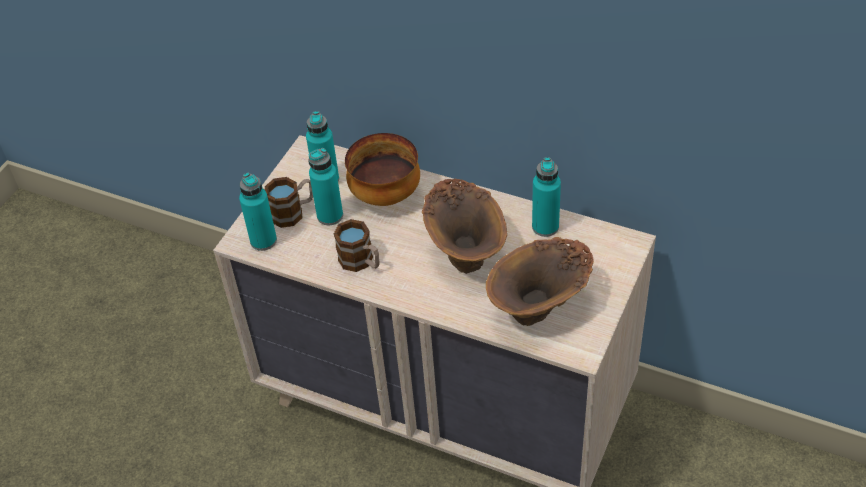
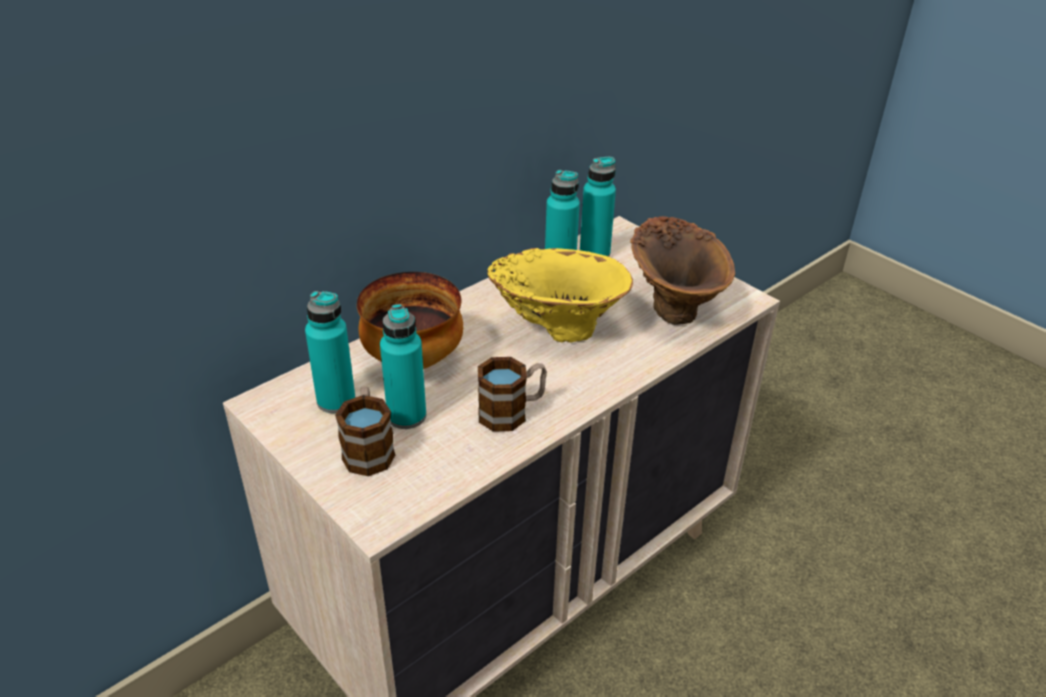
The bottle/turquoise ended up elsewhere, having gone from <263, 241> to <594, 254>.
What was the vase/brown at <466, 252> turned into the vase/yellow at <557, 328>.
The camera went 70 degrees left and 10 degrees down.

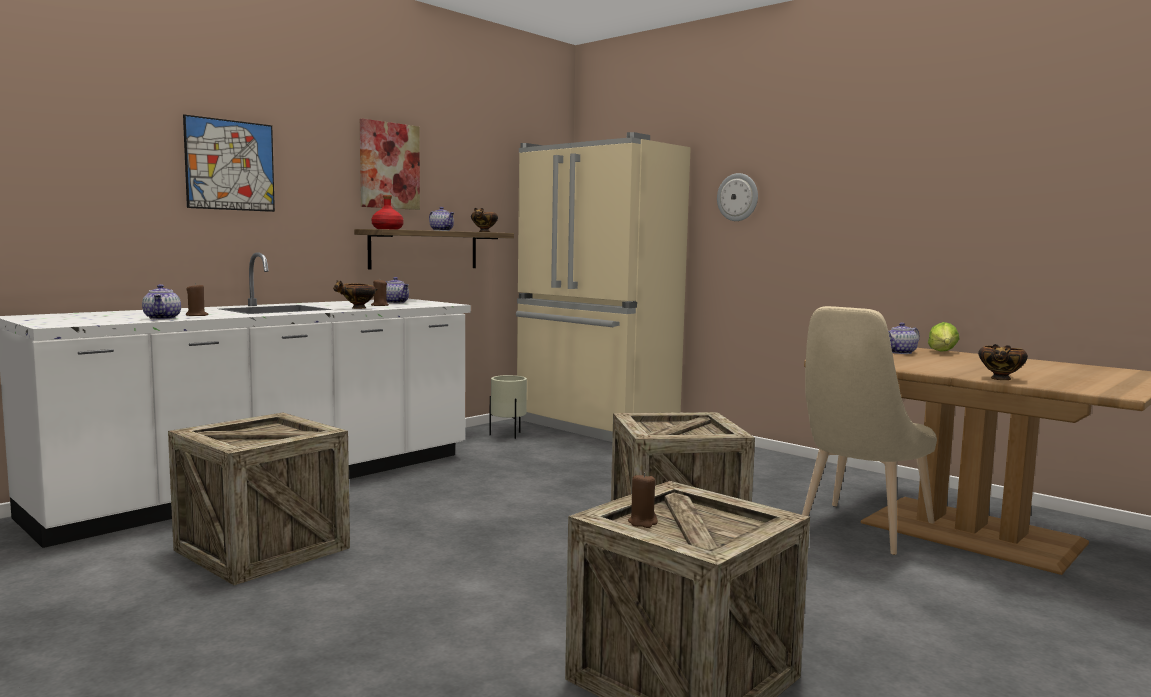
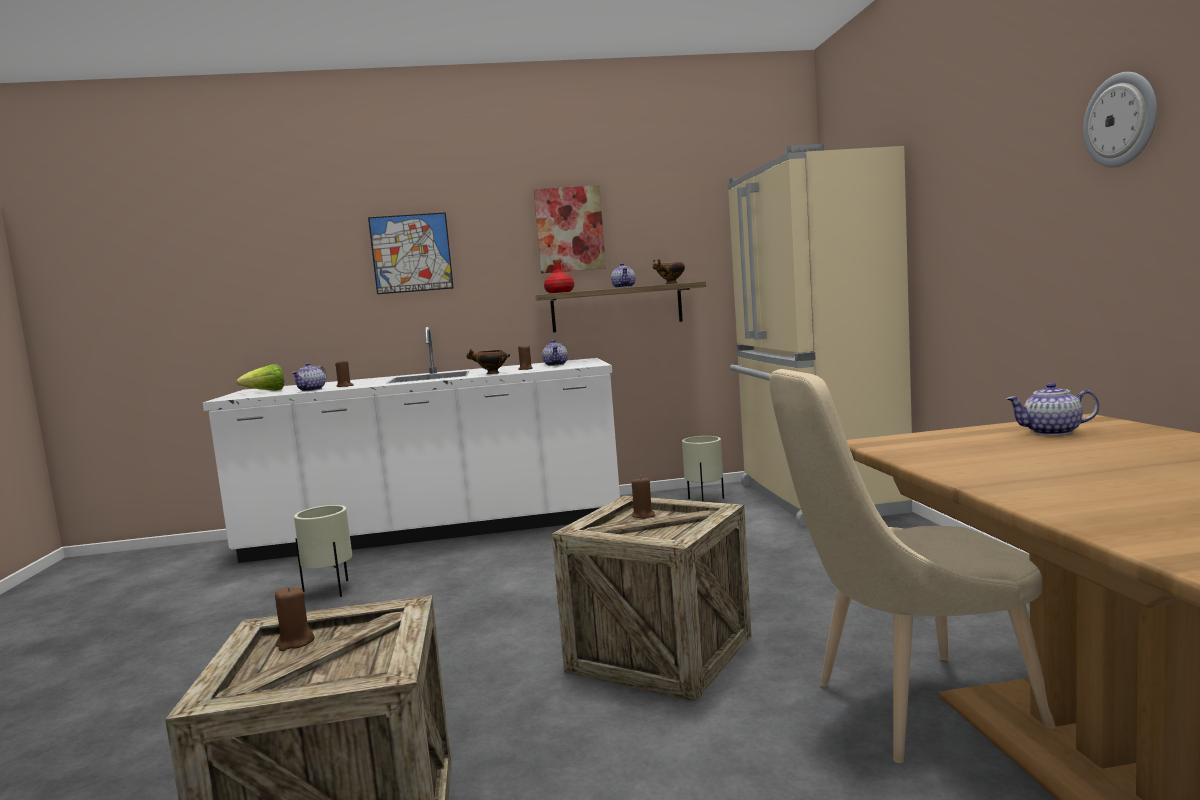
The wall clock ended up elsewhere, having gone from <738, 197> to <1121, 120>.
The lettuce ended up elsewhere, having gone from <942, 352> to <266, 391>.
The second view lost the bowl at <1001, 379>.
Where the crate stood at <262, 549>, the planter/beige came to stand at <330, 590>.
The second view gained the candle/brown at <643, 515>.
The camera went 40 degrees right and 0 degrees up.

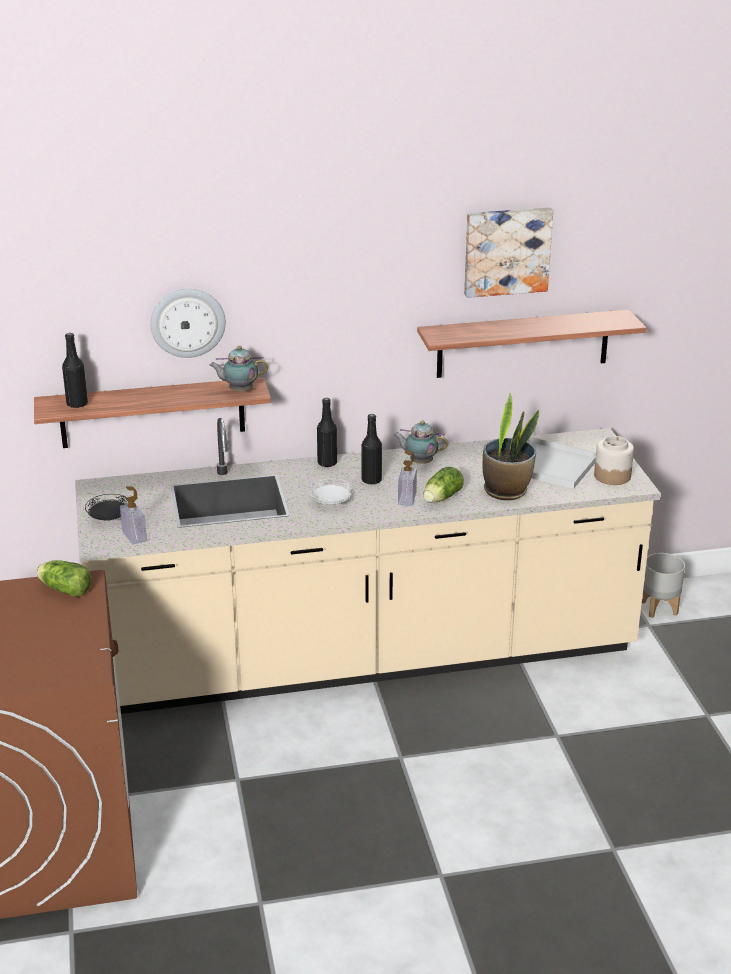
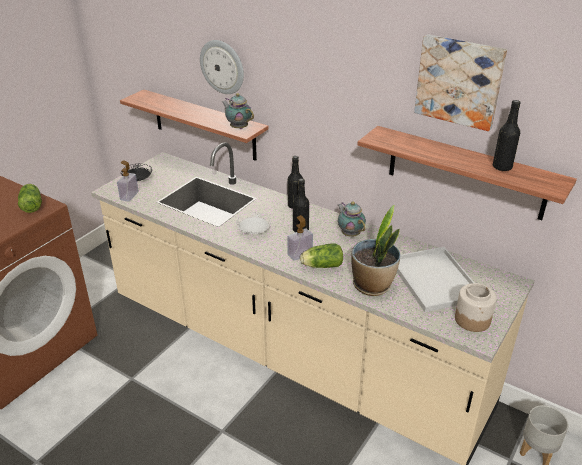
The bottle/black ended up elsewhere, having gone from <77, 404> to <502, 167>.
The camera went 45 degrees right and 5 degrees up.

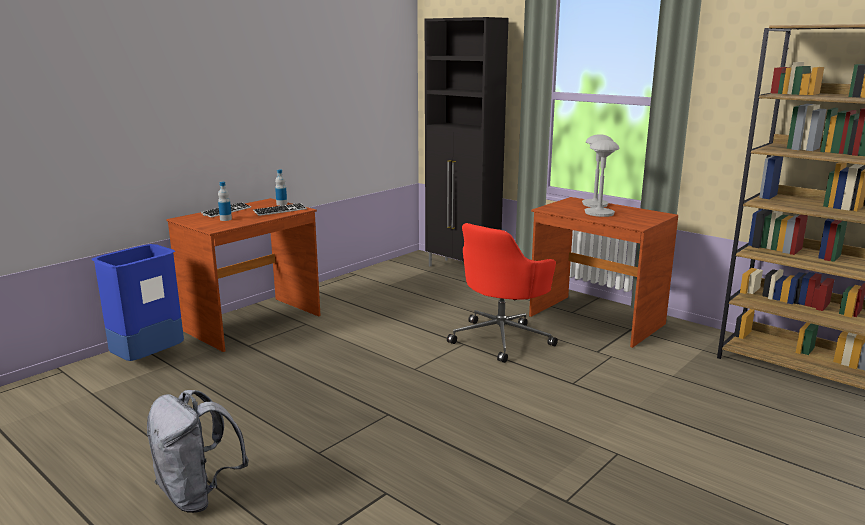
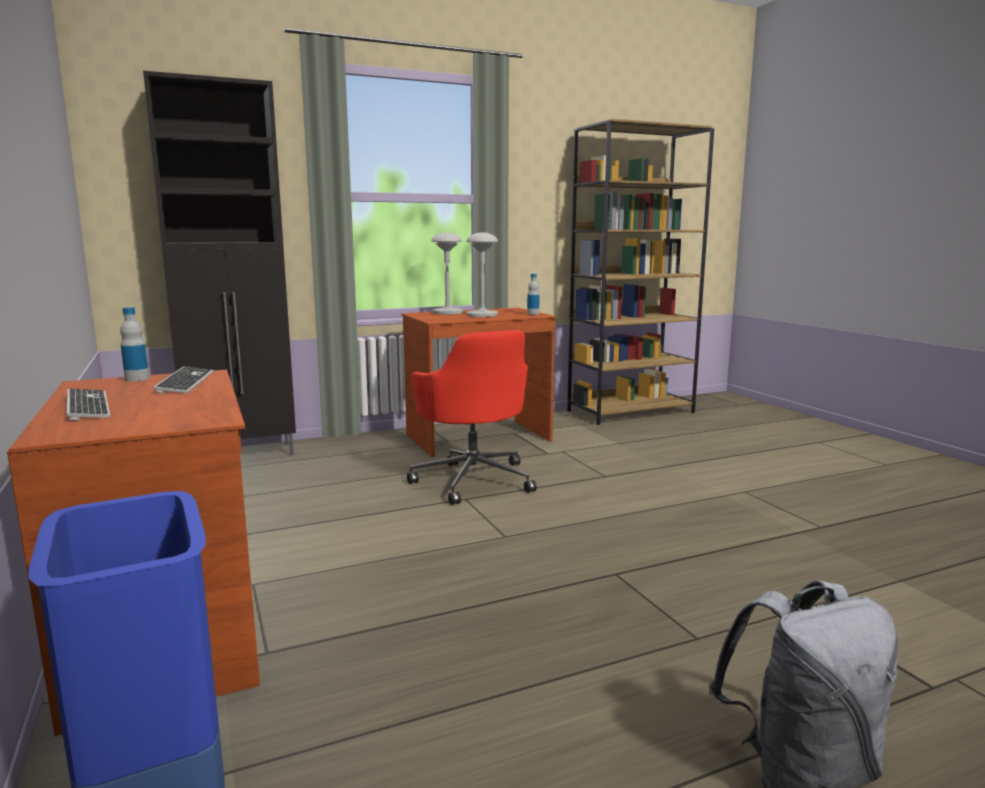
The bottle ended up elsewhere, having gone from <225, 219> to <533, 314>.
The camera went 65 degrees left and 5 degrees down.

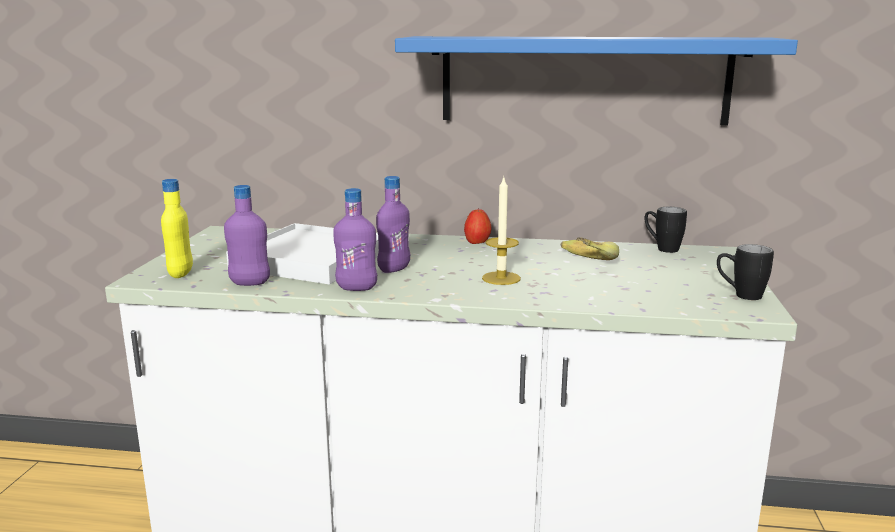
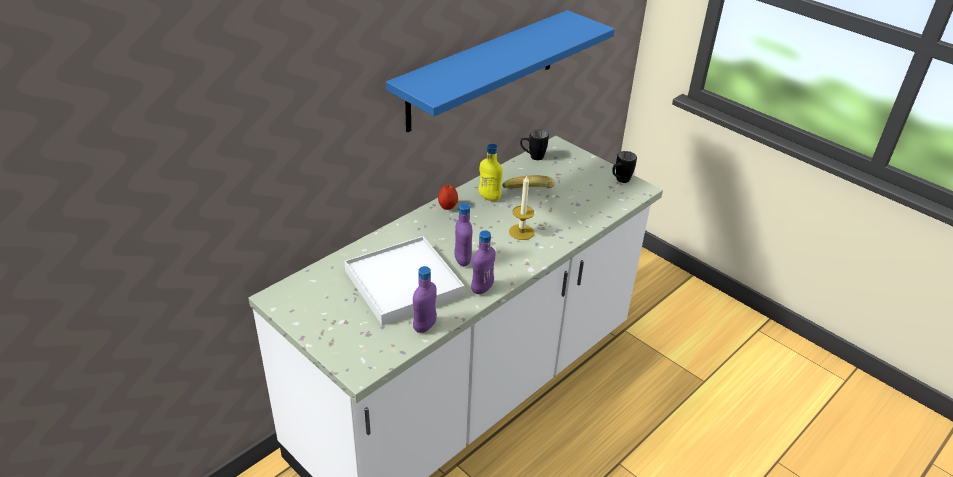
The bottle/yellow ended up elsewhere, having gone from <180, 273> to <489, 197>.
The camera went 55 degrees left and 20 degrees up.

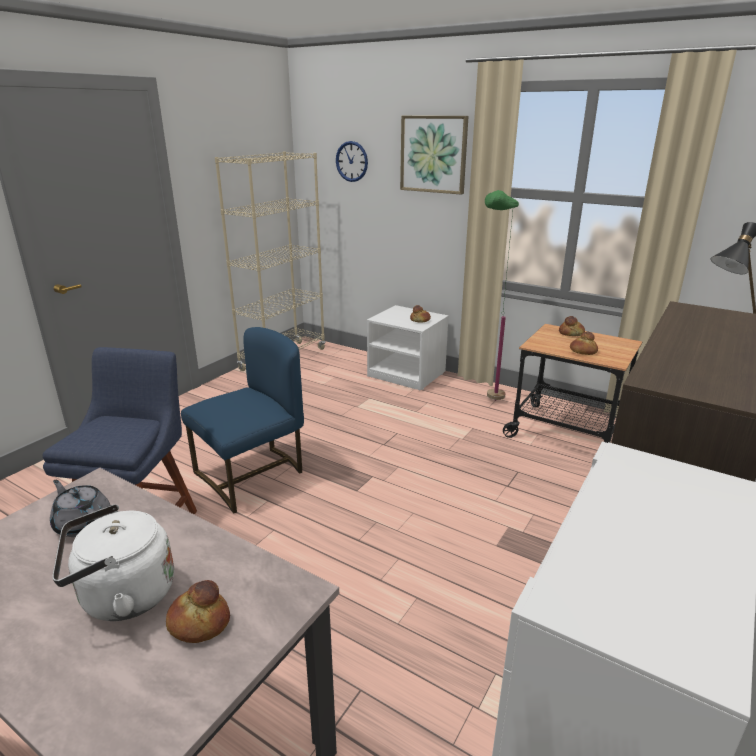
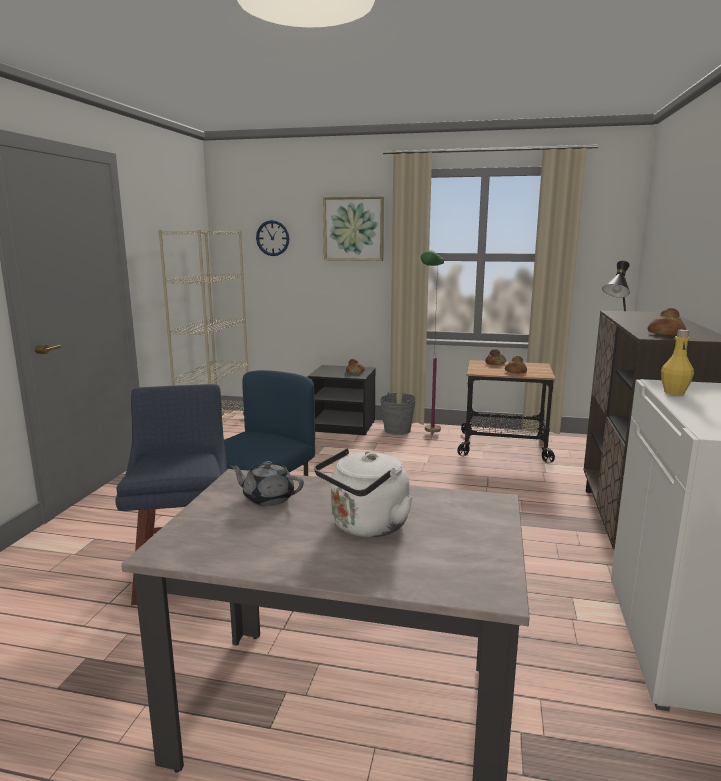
What was the nightstand/white at <407, 374> turned into the nightstand/black at <343, 426>.
The bread ended up elsewhere, having gone from <199, 622> to <665, 334>.
The second view gained the bottle/yellow at <674, 392>.
The second view gained the bucket/grey at <397, 430>.
The camera went 20 degrees left and 10 degrees down.

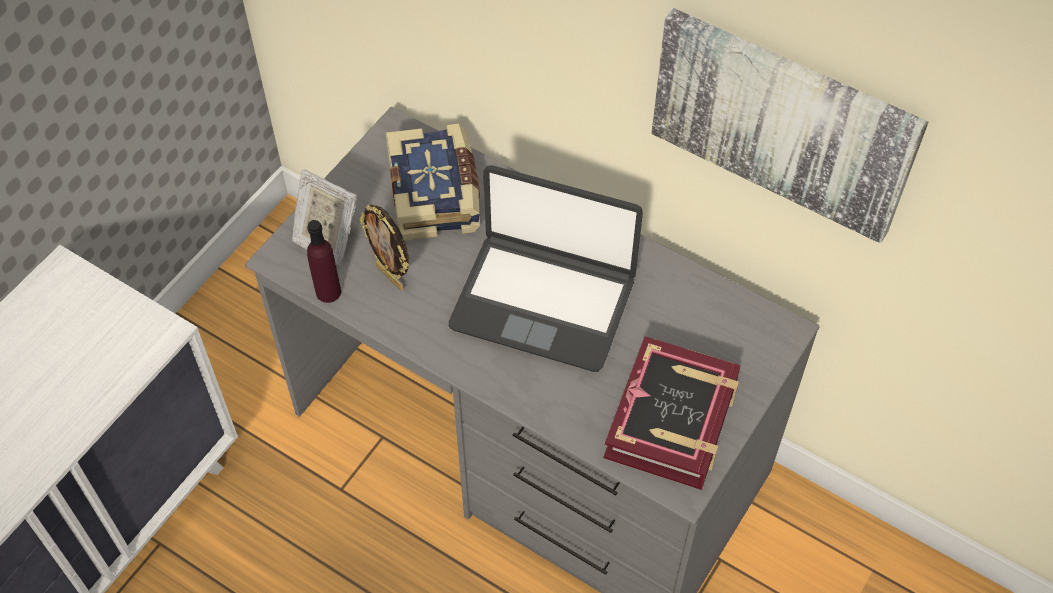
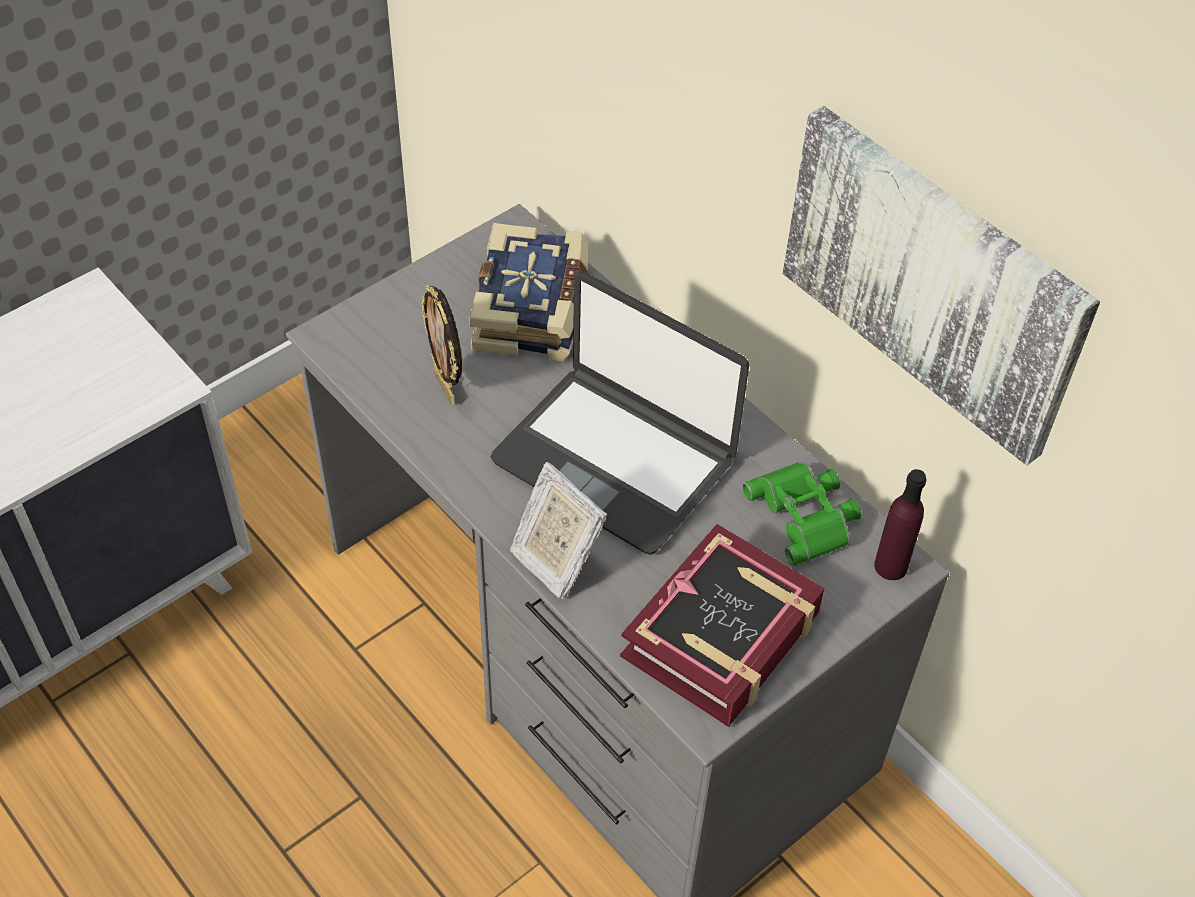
The picture frame ended up elsewhere, having gone from <326, 239> to <554, 560>.
The bottle/purple ended up elsewhere, having gone from <328, 292> to <890, 566>.
The second view gained the binoculars/green at <806, 515>.
The camera went 15 degrees right and 5 degrees down.

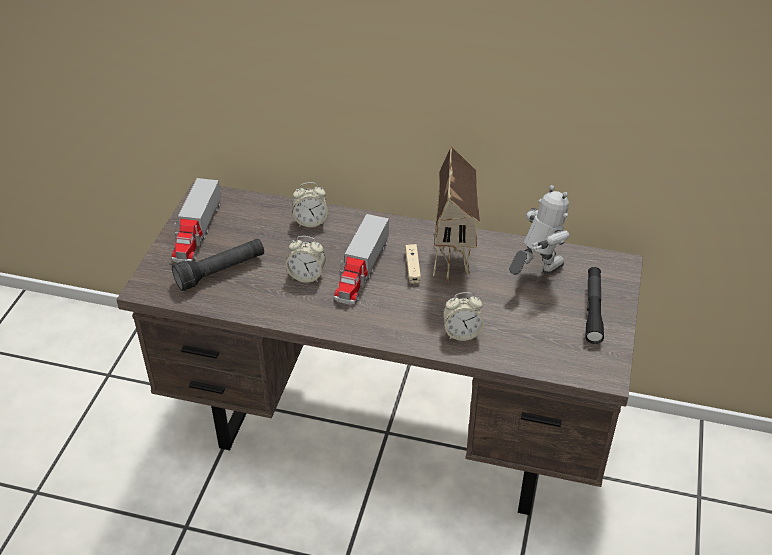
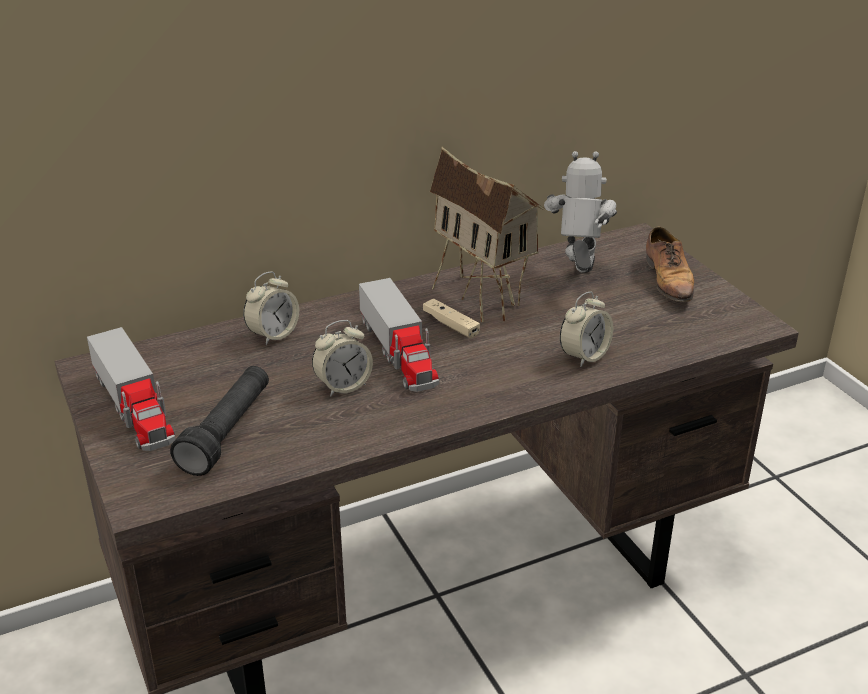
Where the flashlight/black stood at <593, 309>, the shoe came to stand at <668, 280>.
The camera went 40 degrees left and 10 degrees down.

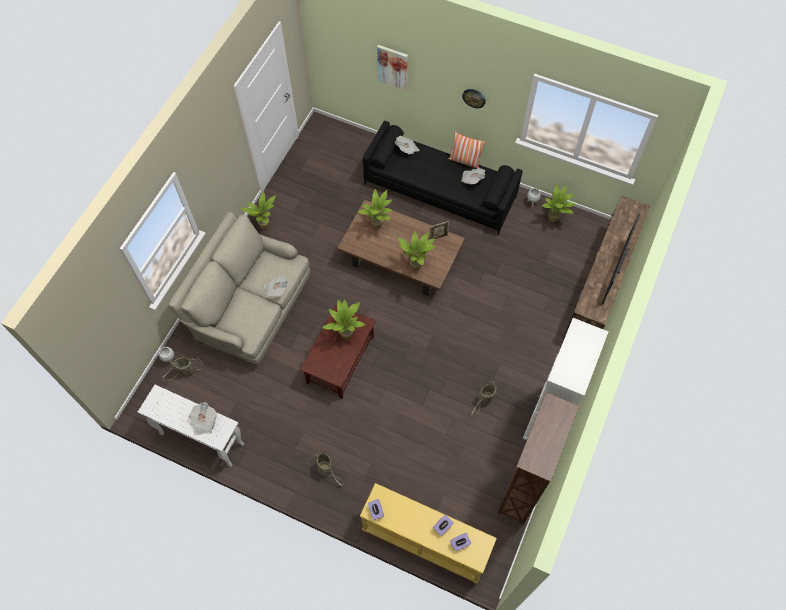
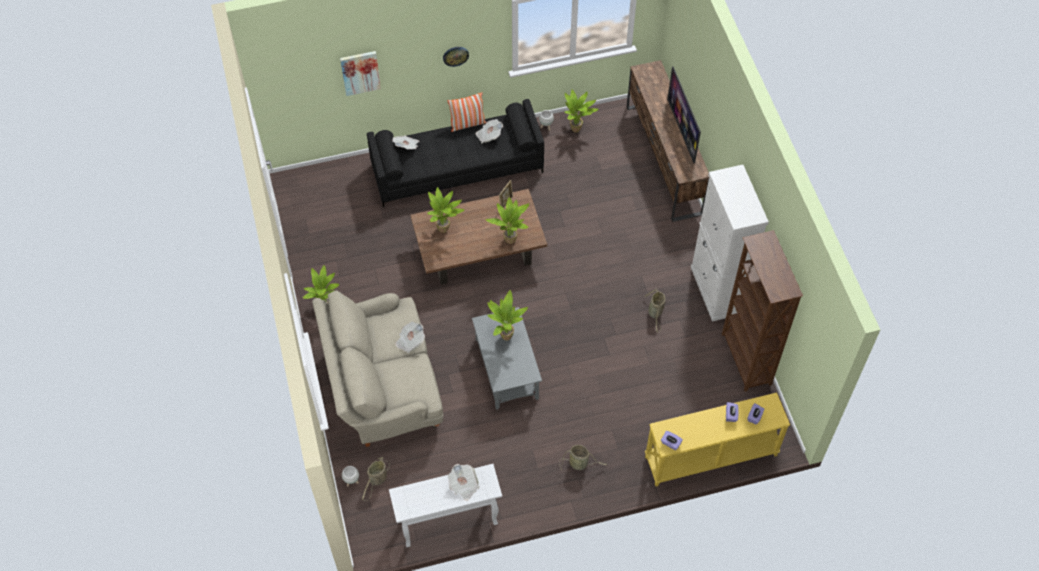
What was the coffee table/brown at <340, 359> turned into the coffee table/grey at <506, 368>.
The camera went 40 degrees left and 5 degrees down.

